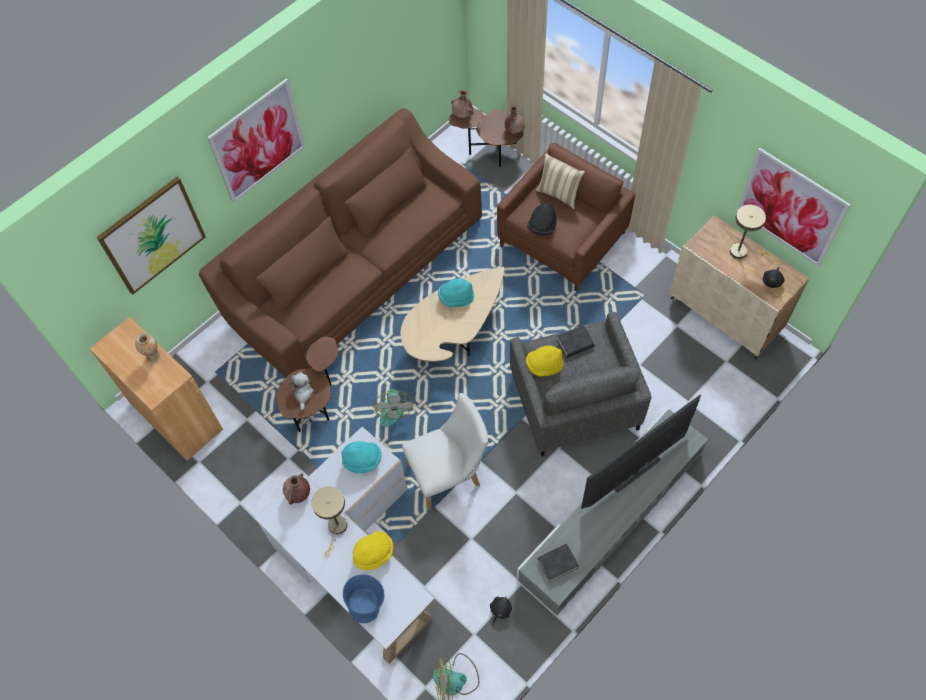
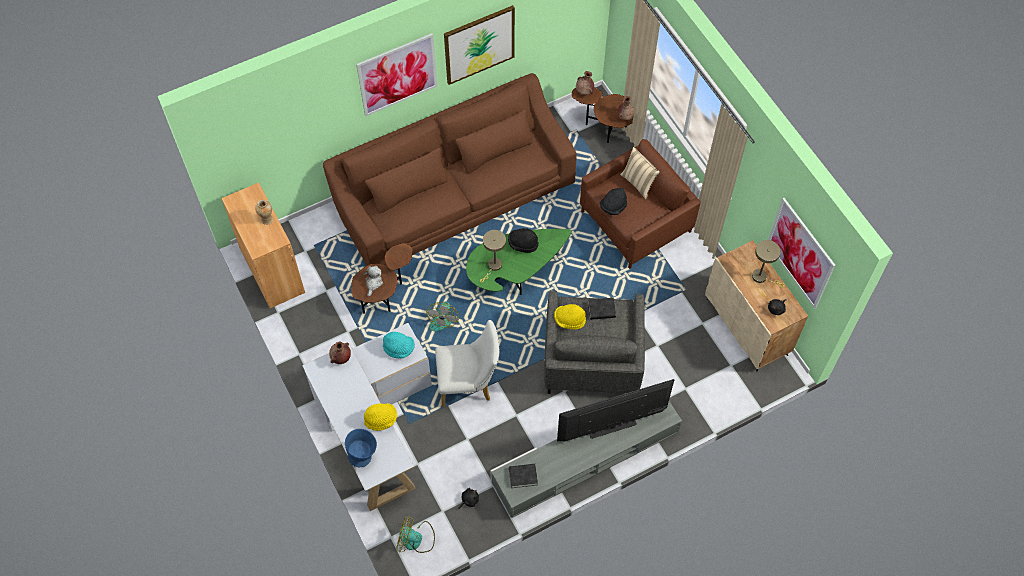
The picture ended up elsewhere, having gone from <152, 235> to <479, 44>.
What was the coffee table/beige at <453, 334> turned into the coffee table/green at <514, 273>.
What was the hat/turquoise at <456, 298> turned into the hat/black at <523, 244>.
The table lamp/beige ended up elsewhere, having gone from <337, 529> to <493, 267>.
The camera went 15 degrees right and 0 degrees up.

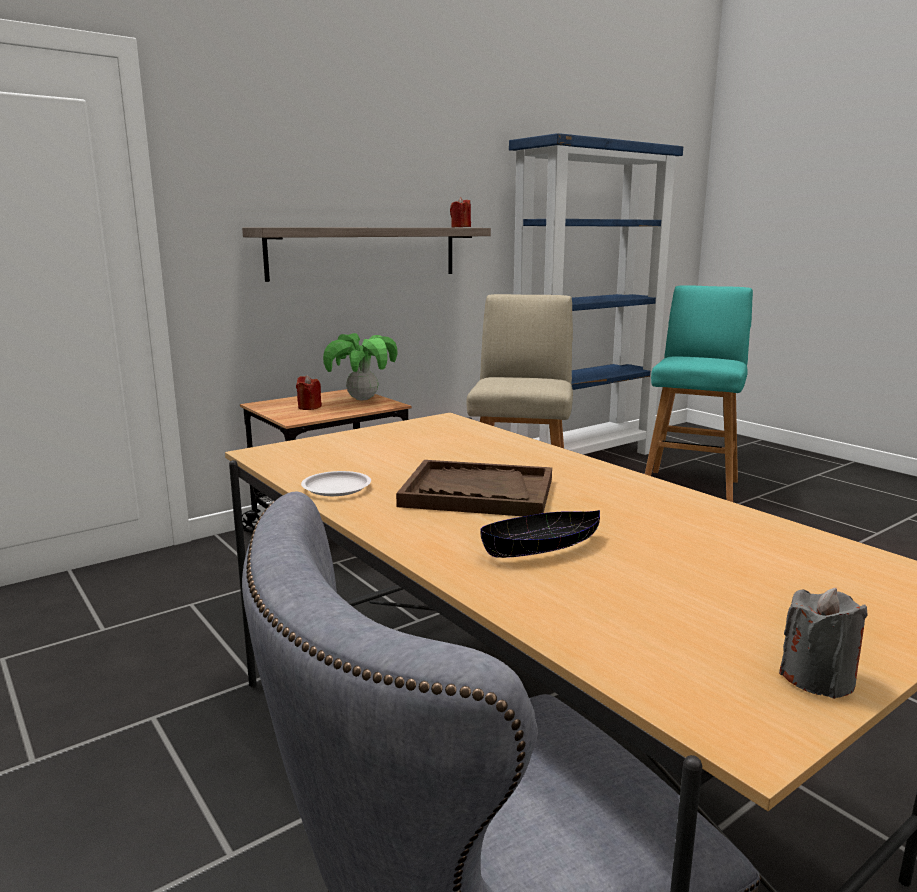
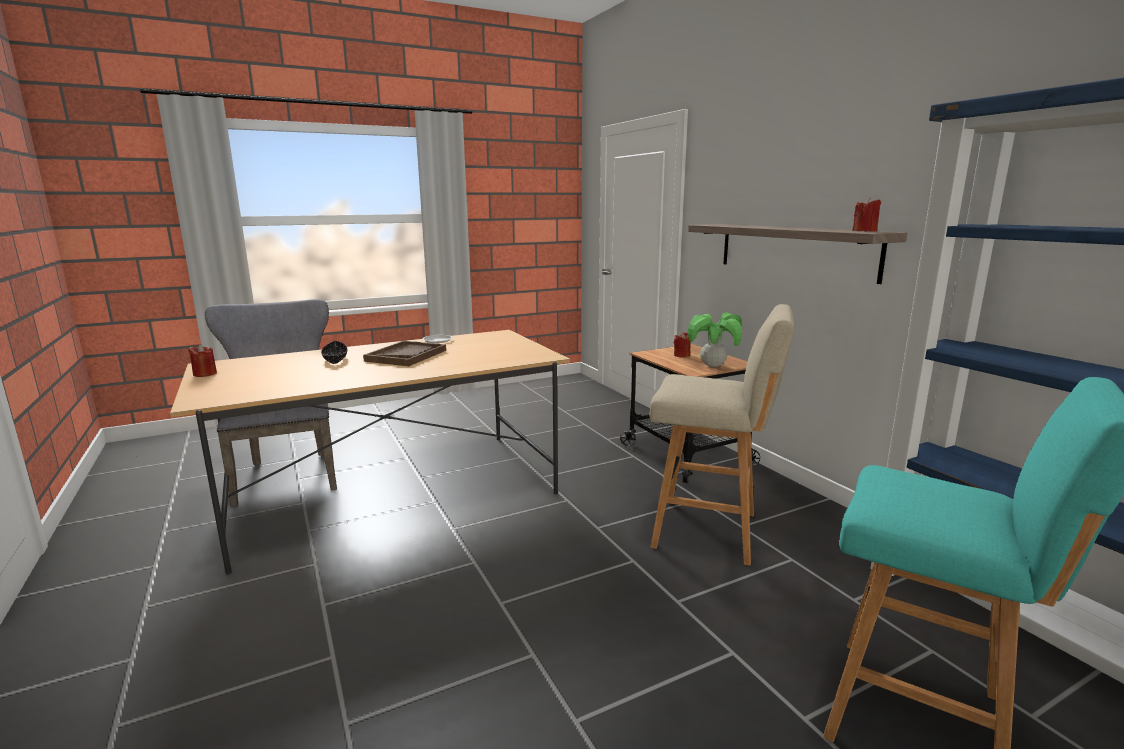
What was the candle/grey at <817, 678> turned into the candle/red at <205, 374>.
The camera went 100 degrees right and 0 degrees up.

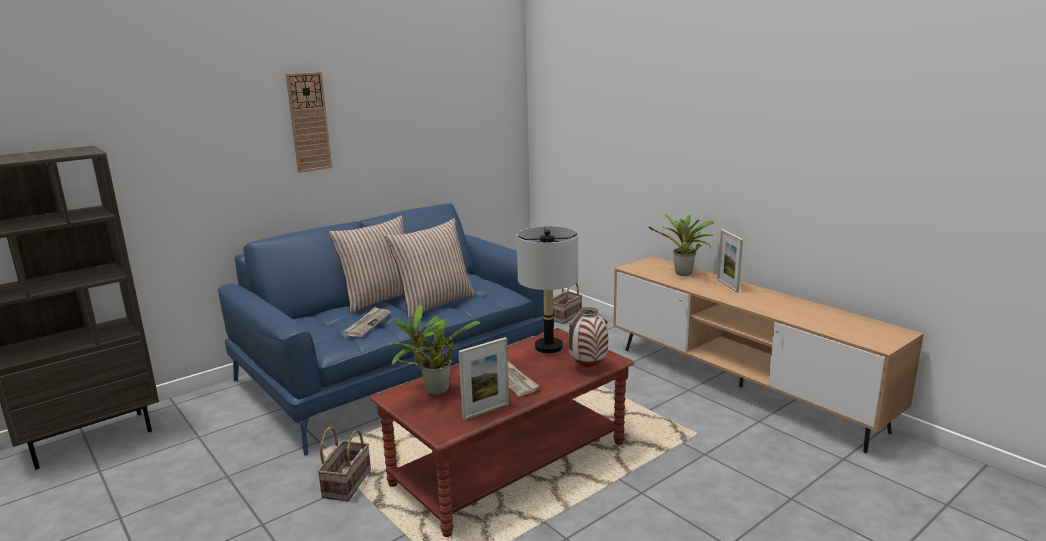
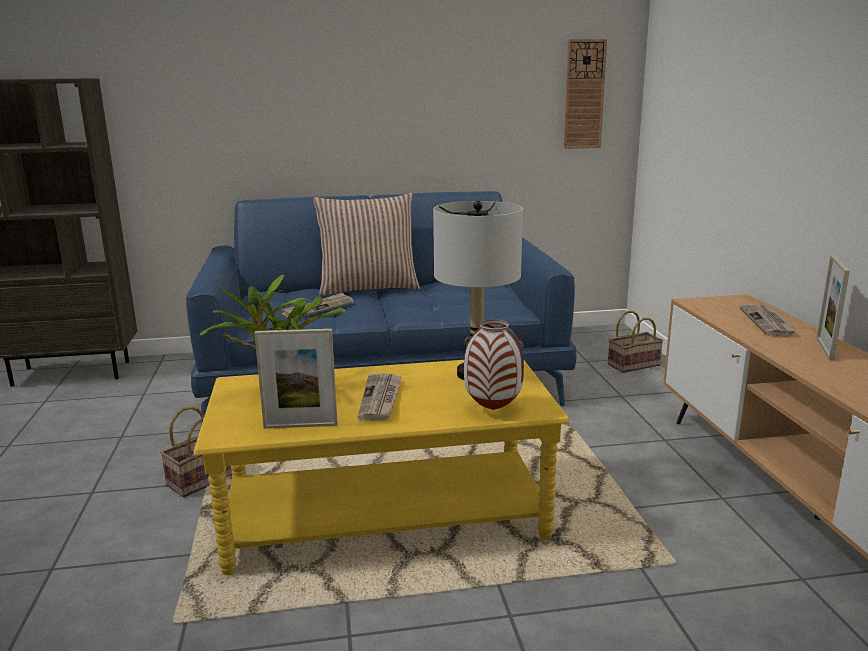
The wall clock ended up elsewhere, having gone from <309, 122> to <584, 94>.
Where the potted plant stood at <683, 274>, the newspaper came to stand at <768, 322>.
The second view lost the pillow at <434, 303>.
What was the coffee table/brown at <511, 464> turned into the coffee table/yellow at <386, 516>.
The camera went 30 degrees right and 0 degrees up.

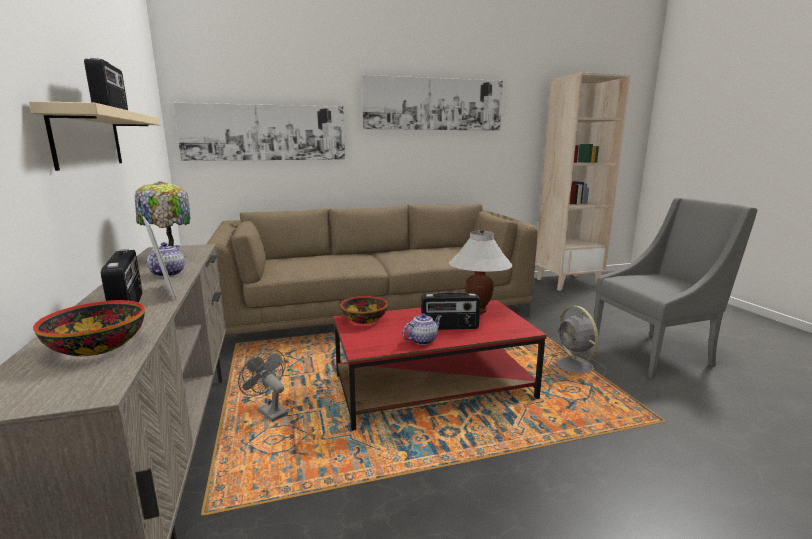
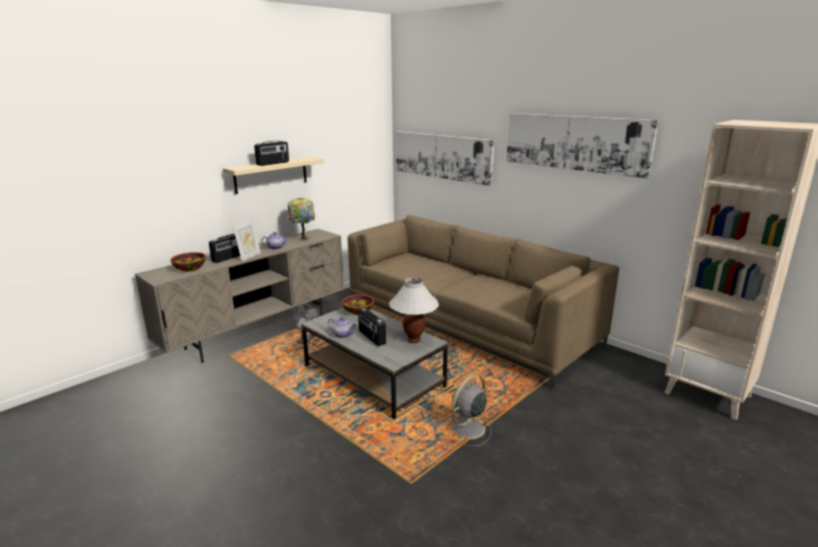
The second view lost the armchair/grey at <654, 353>.
What was the coffee table/red at <434, 386> turned into the coffee table/grey at <374, 376>.
The camera went 60 degrees right and 5 degrees up.

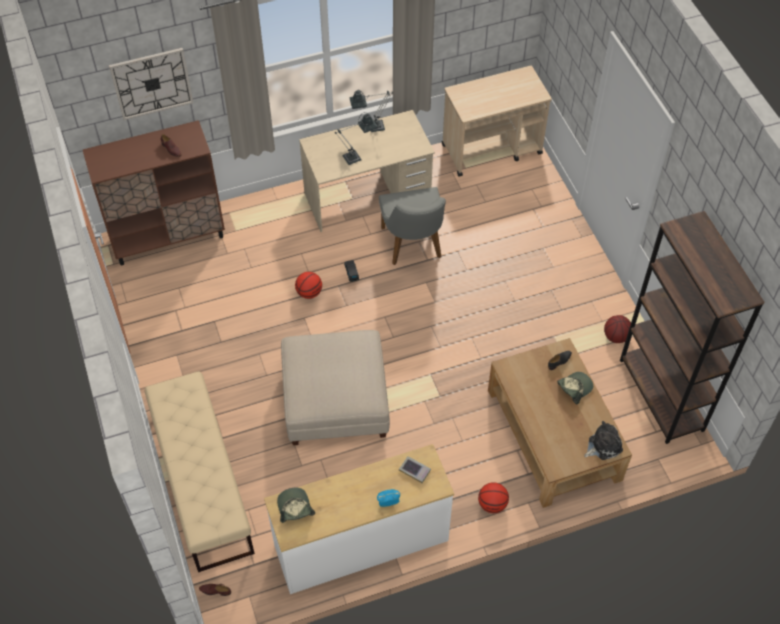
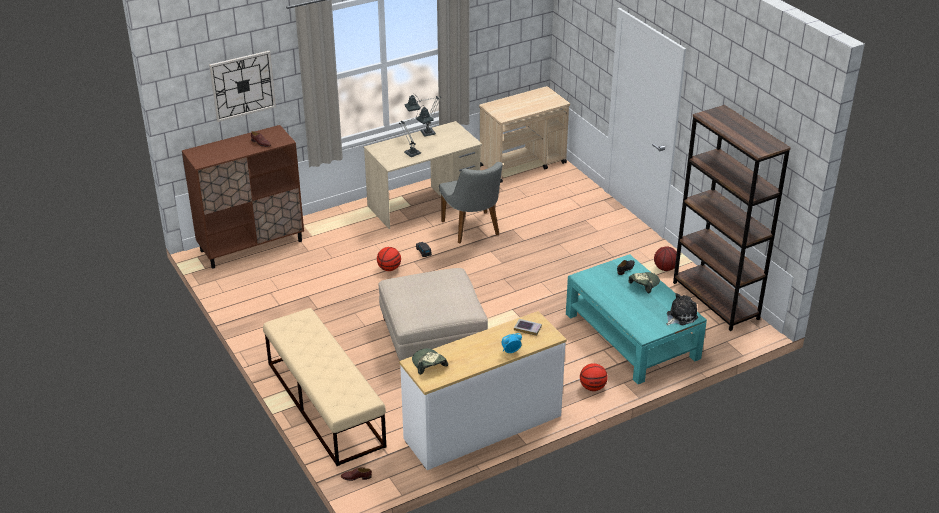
What was the coffee table/brown at <553, 434> turned into the coffee table/turquoise at <631, 335>.
The camera went 10 degrees left and 20 degrees down.

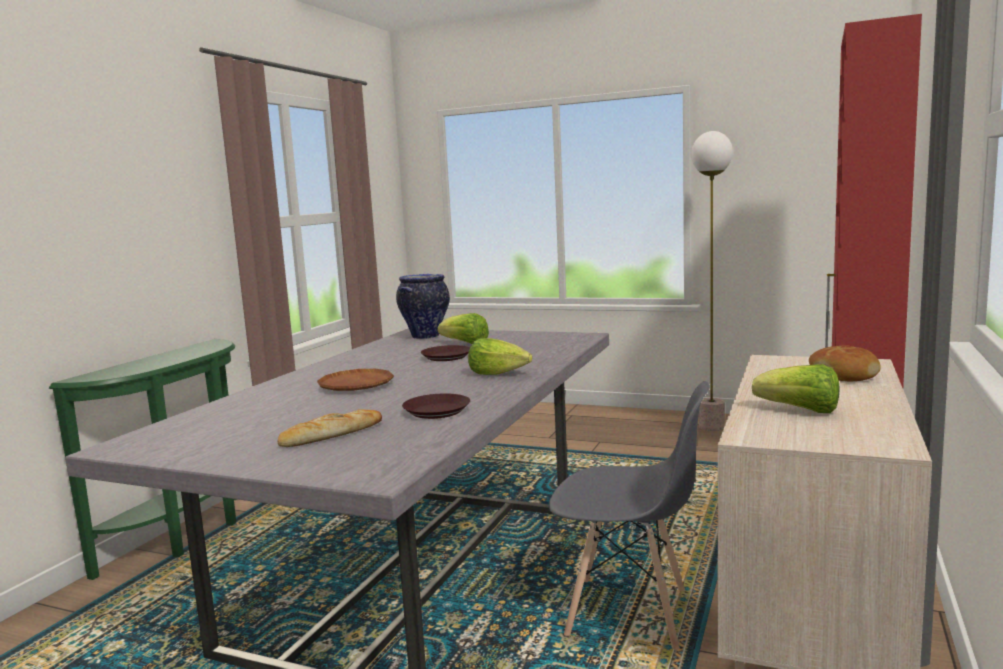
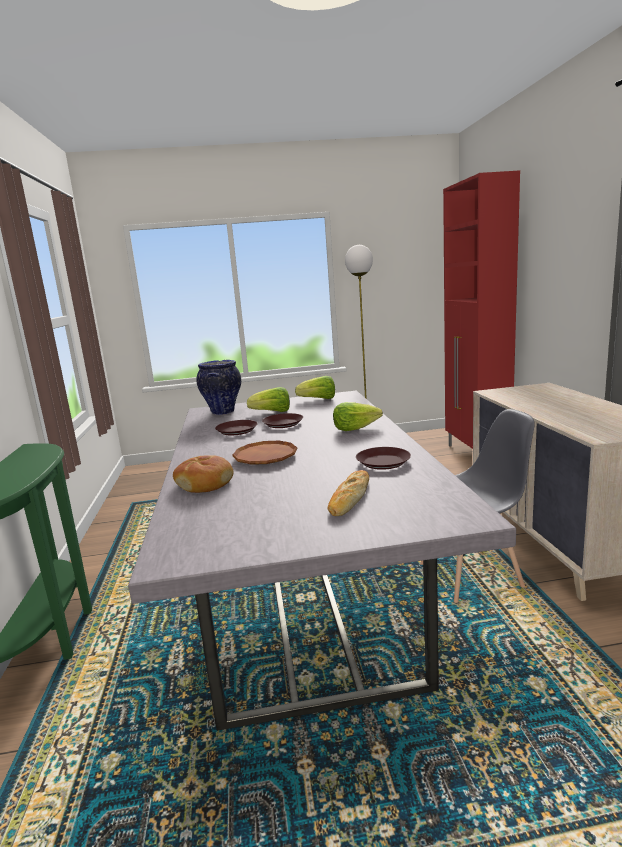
The bread ended up elsewhere, having gone from <844, 375> to <205, 483>.
The lettuce ended up elsewhere, having gone from <800, 411> to <318, 399>.
The second view gained the plate/brown at <237, 430>.
The camera went 30 degrees left and 5 degrees up.

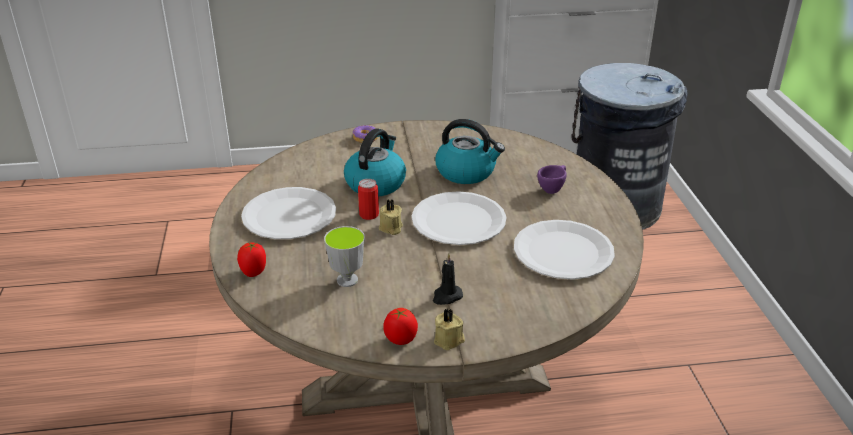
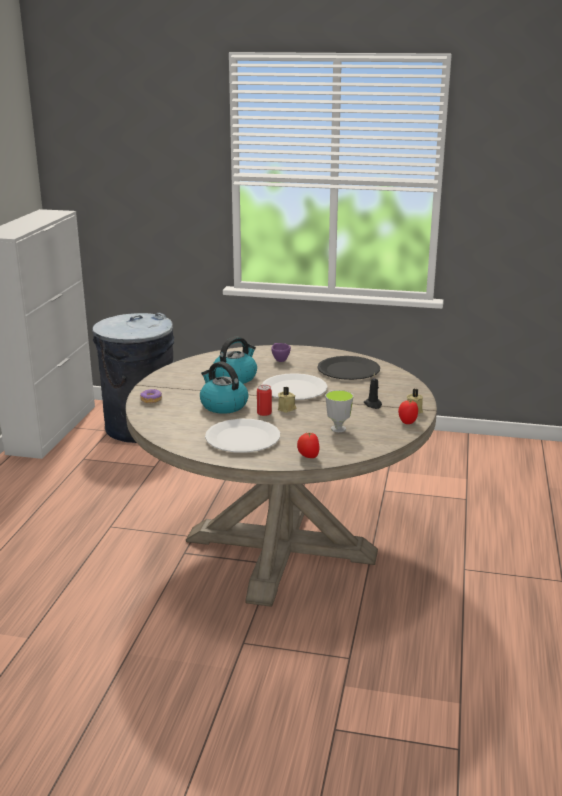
What was the plate/white at <563, 252> turned into the plate/black at <348, 370>.
The camera went 70 degrees left and 10 degrees down.

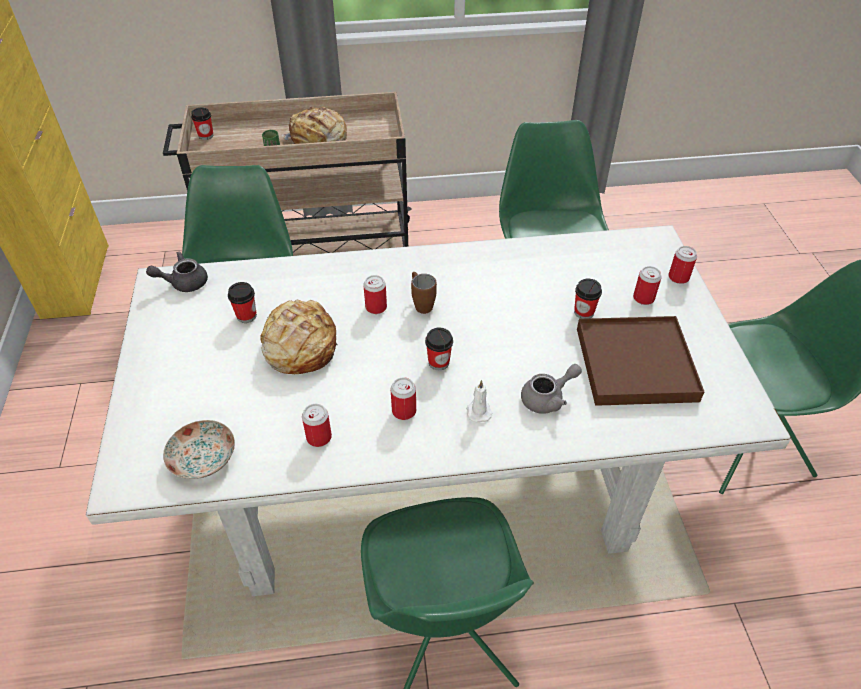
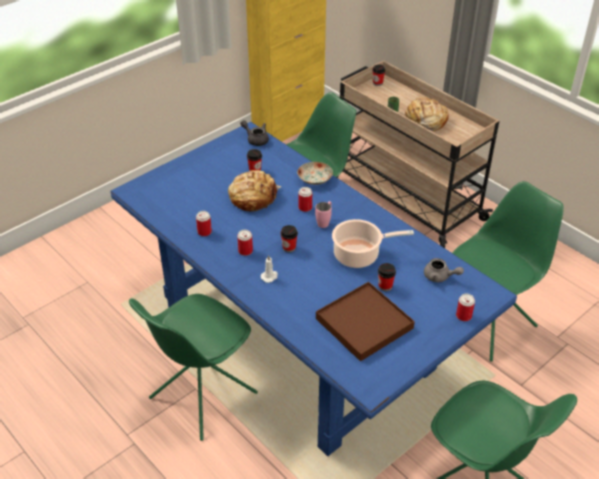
What was the dining table/white at <428, 476> turned into the dining table/blue at <297, 337>.
The second view lost the can at <643, 298>.
What was the mug/brown at <421, 304> turned into the mug/pink at <324, 222>.
The teapot/grey ended up elsewhere, having gone from <548, 398> to <440, 277>.
The plate ended up elsewhere, having gone from <203, 459> to <314, 179>.
The second view gained the cooking pot at <359, 255>.
The camera went 55 degrees right and 5 degrees down.

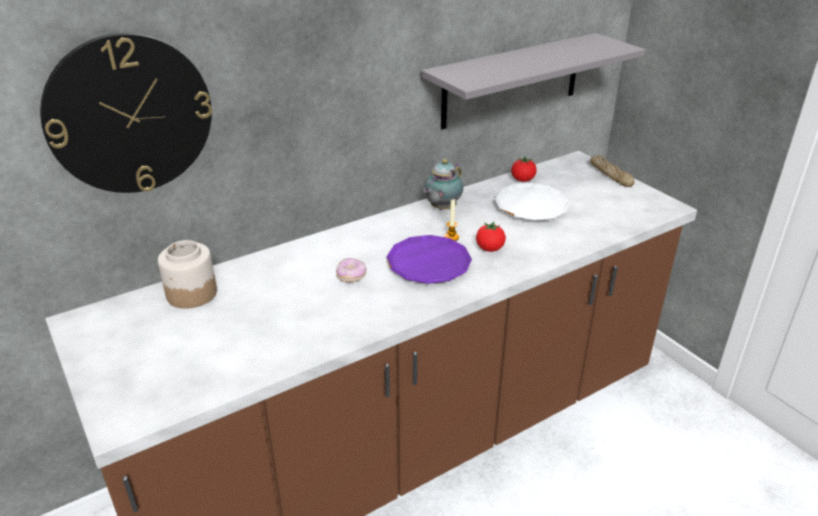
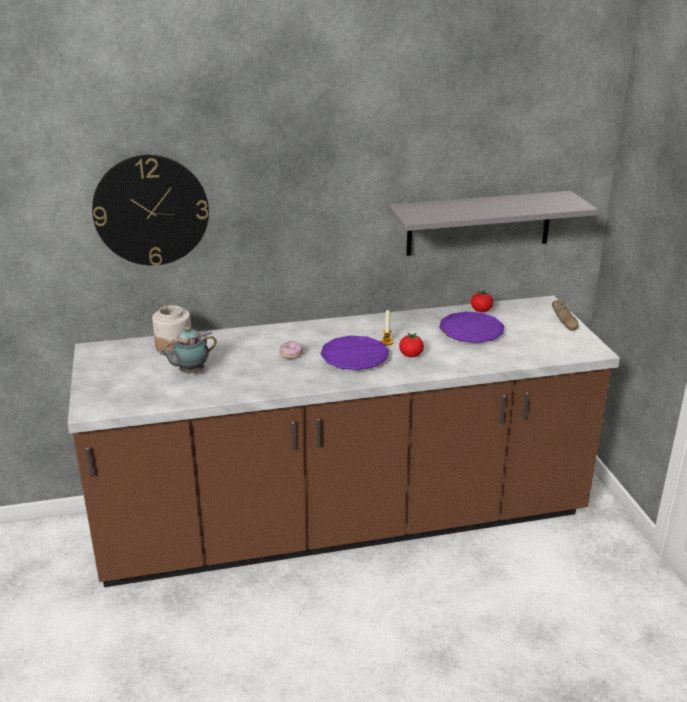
The teapot ended up elsewhere, having gone from <441, 209> to <190, 372>.
What was the plate/white at <531, 207> turned into the plate/purple at <471, 332>.
The camera went 20 degrees right and 5 degrees down.

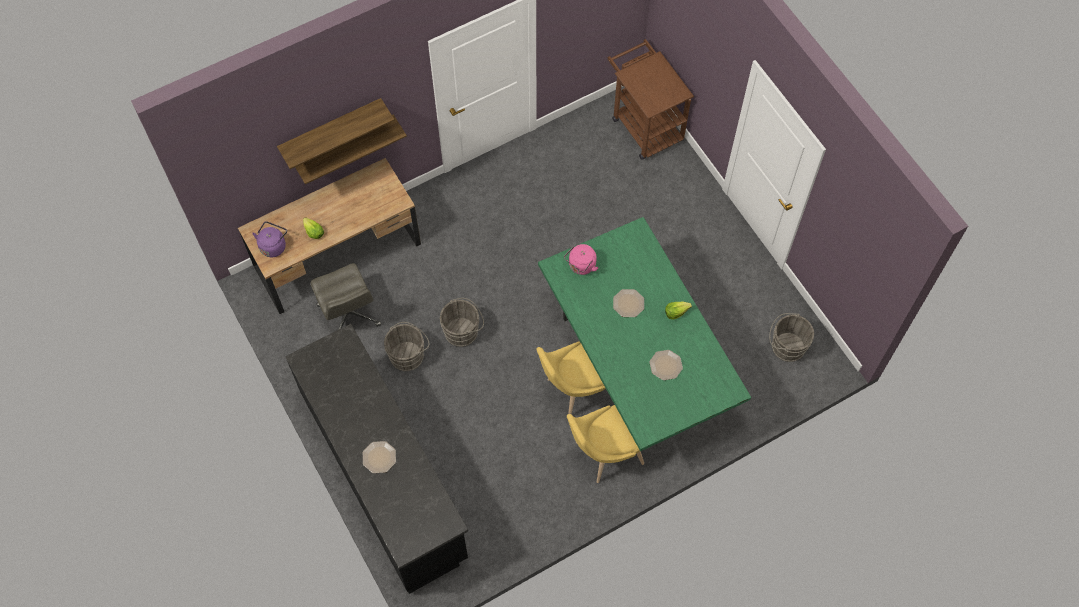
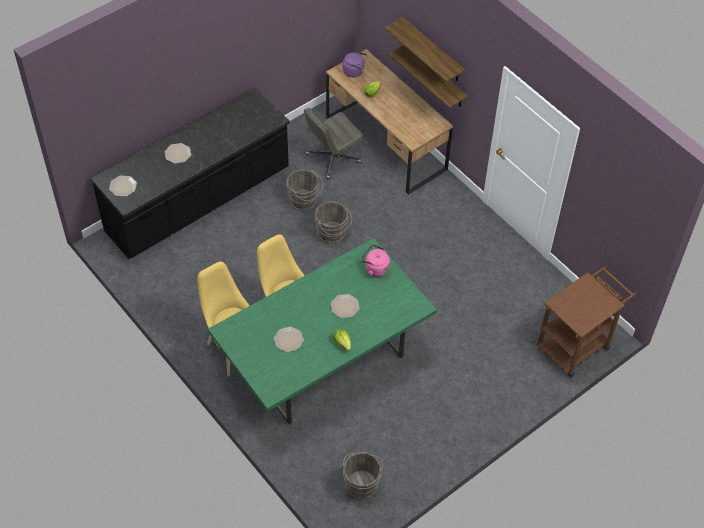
The second view gained the plate at <122, 186>.
The camera went 80 degrees right and 10 degrees down.

